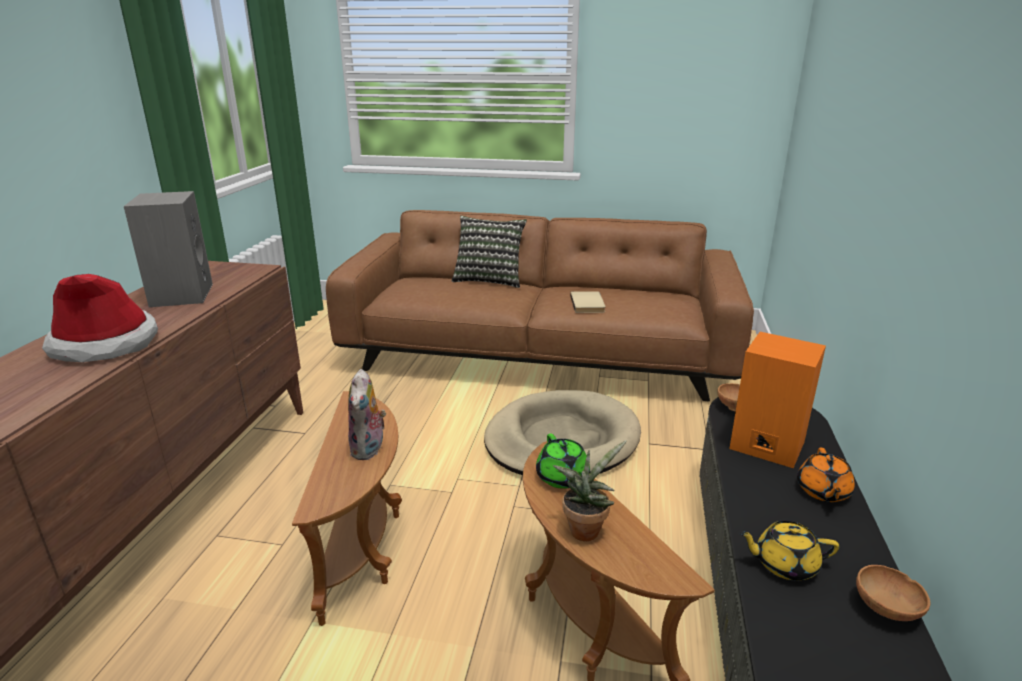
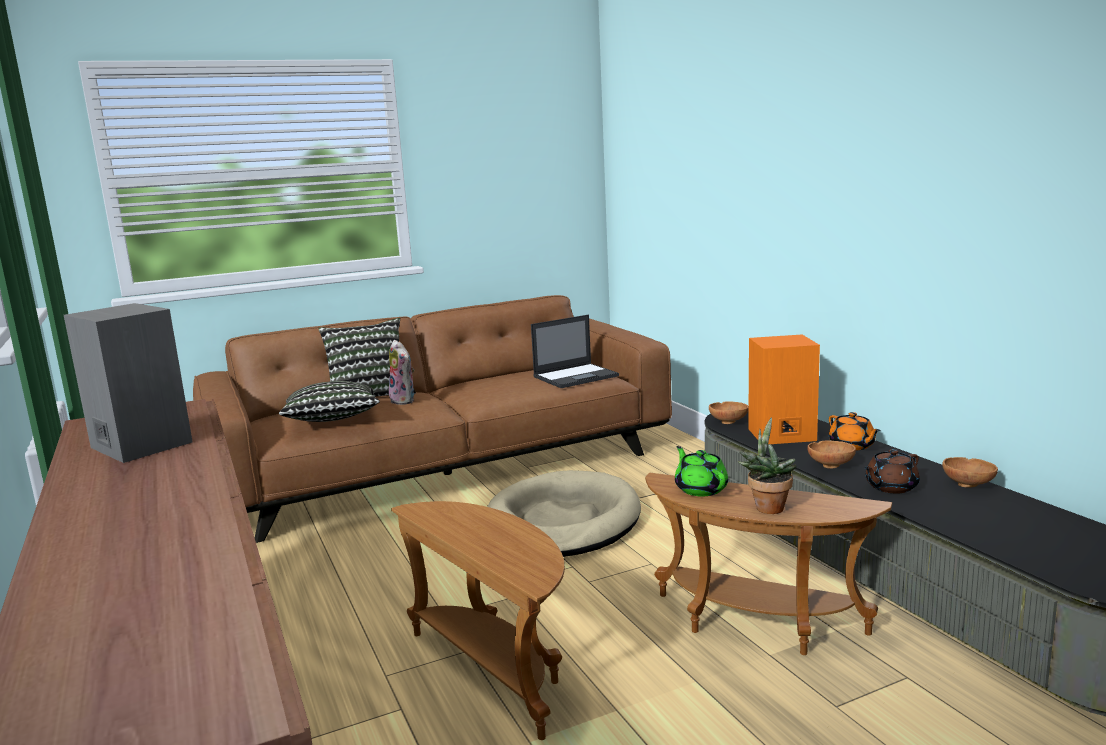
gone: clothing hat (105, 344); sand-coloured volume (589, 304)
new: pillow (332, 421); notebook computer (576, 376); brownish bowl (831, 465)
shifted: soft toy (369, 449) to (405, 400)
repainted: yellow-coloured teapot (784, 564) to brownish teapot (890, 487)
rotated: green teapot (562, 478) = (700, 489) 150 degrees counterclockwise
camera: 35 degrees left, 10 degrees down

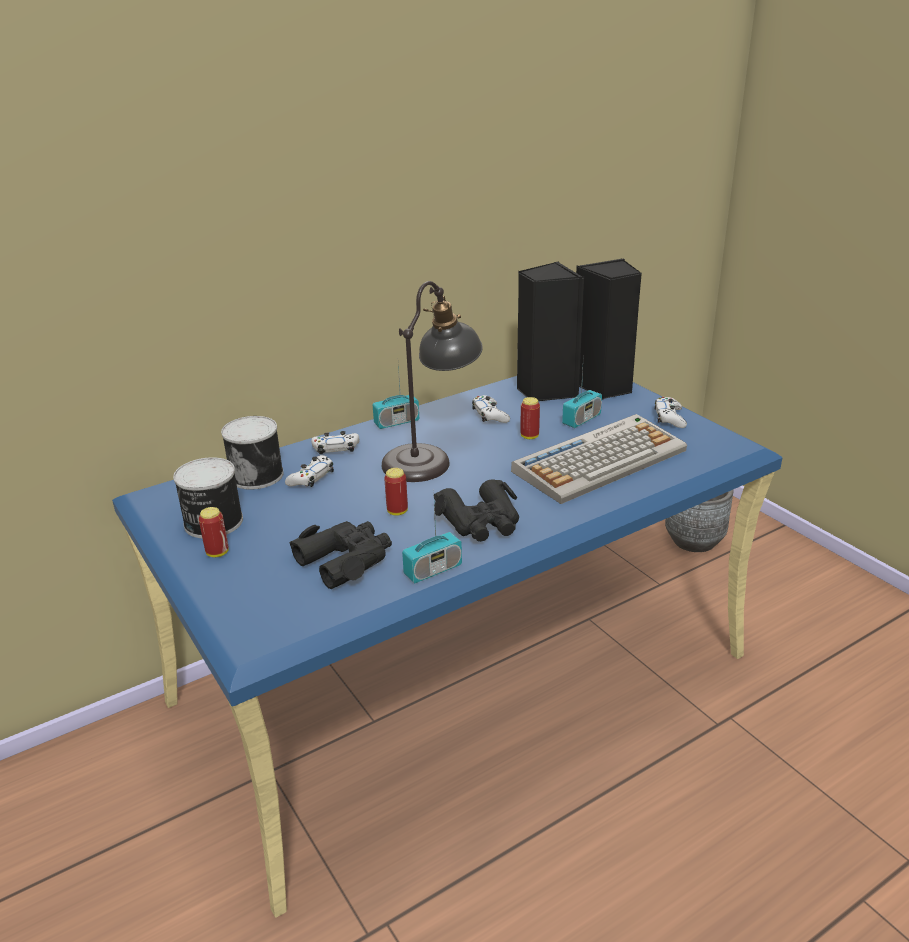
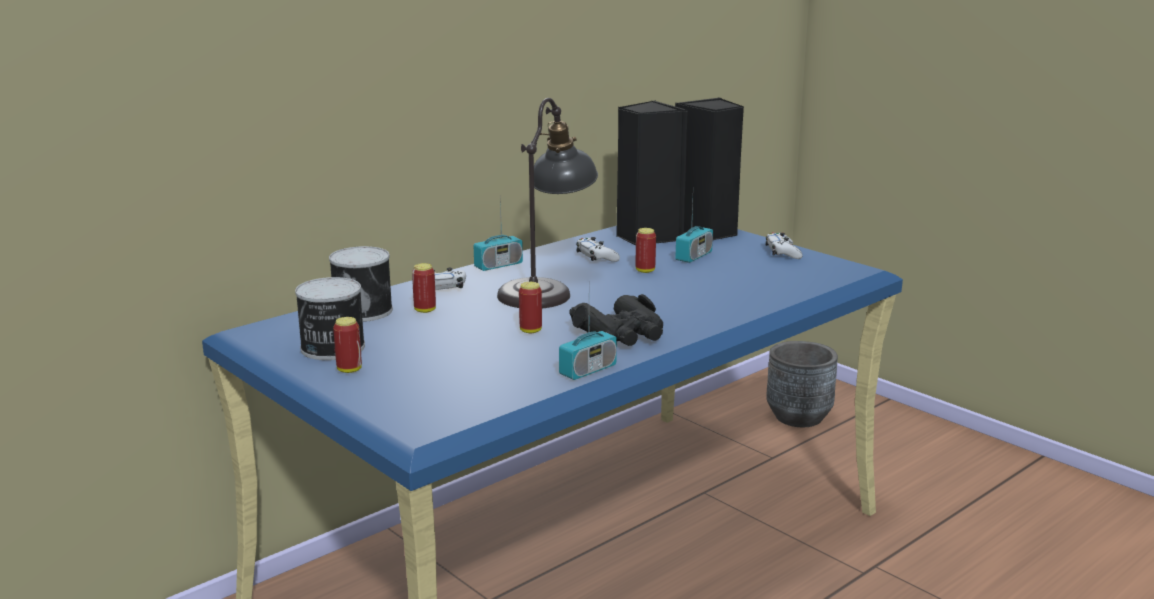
gone: black pair of binoculars (346, 560); computer keyboard (600, 460)
swapped: white gamepad (311, 478) to can (425, 310)
camera: 10 degrees left, 10 degrees down

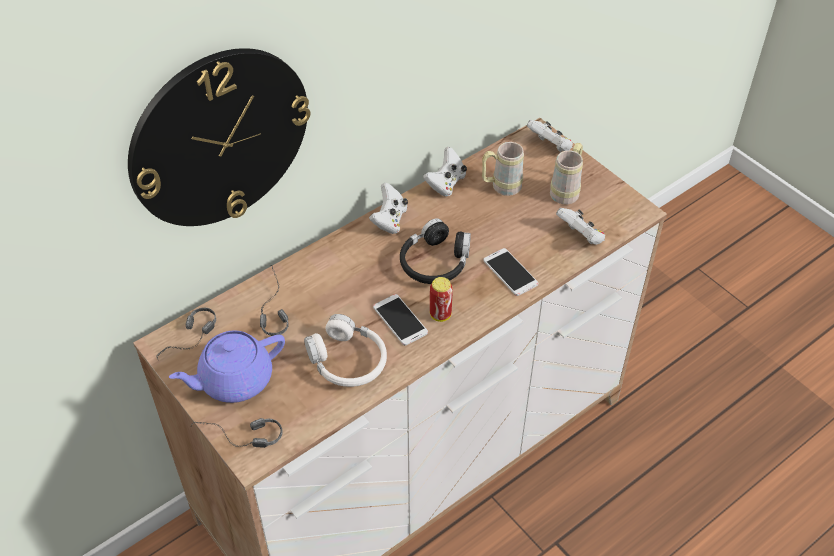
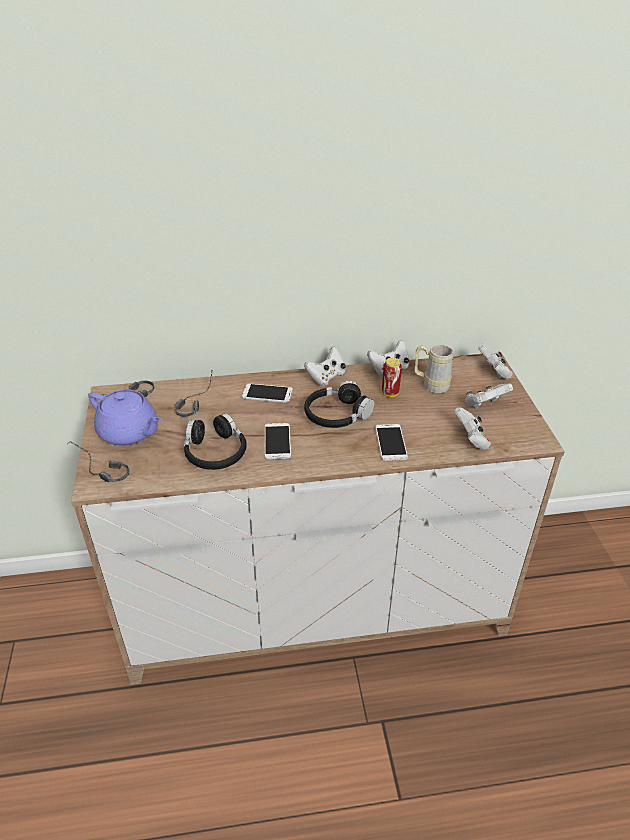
gone: hanging clock (219, 138)
new: handset (267, 393)
shifted: can (440, 314) to (390, 393)
swapped: sand-coloured coffee mug (567, 191) to white gamepad (484, 405)
repainted: white pair of headphones (347, 361) to black pair of headphones (215, 452)
rotated: purplish teapot (234, 380) = (129, 432) 150 degrees counterclockwise
camera: 30 degrees right, 10 degrees down

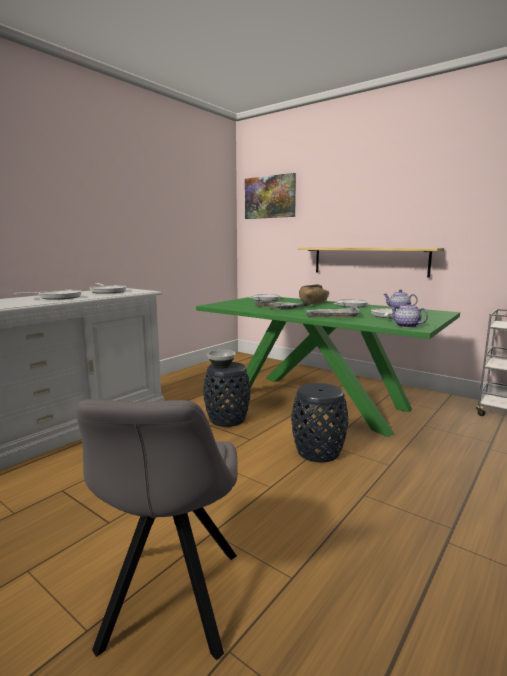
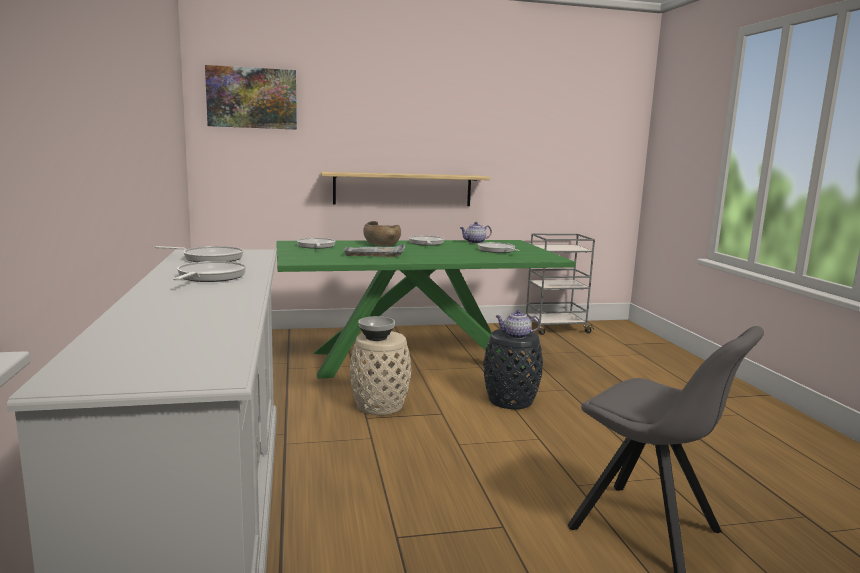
gone: grey tray (332, 314)
shifted: teapot (406, 326) to (516, 336)
repainted: black sitting stool (227, 419) to sand-coloured sitting stool (379, 406)
camera: 50 degrees left, 0 degrees up

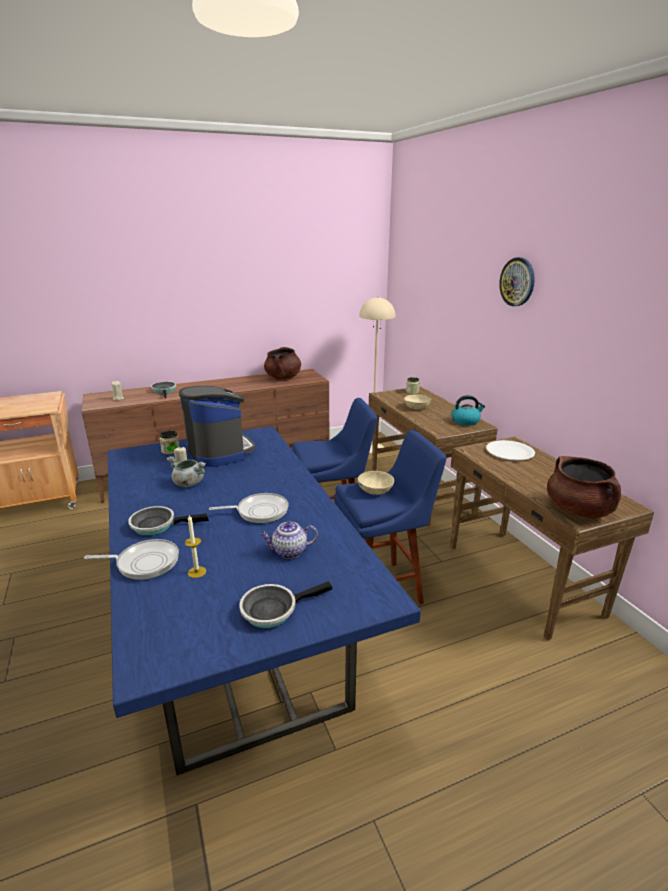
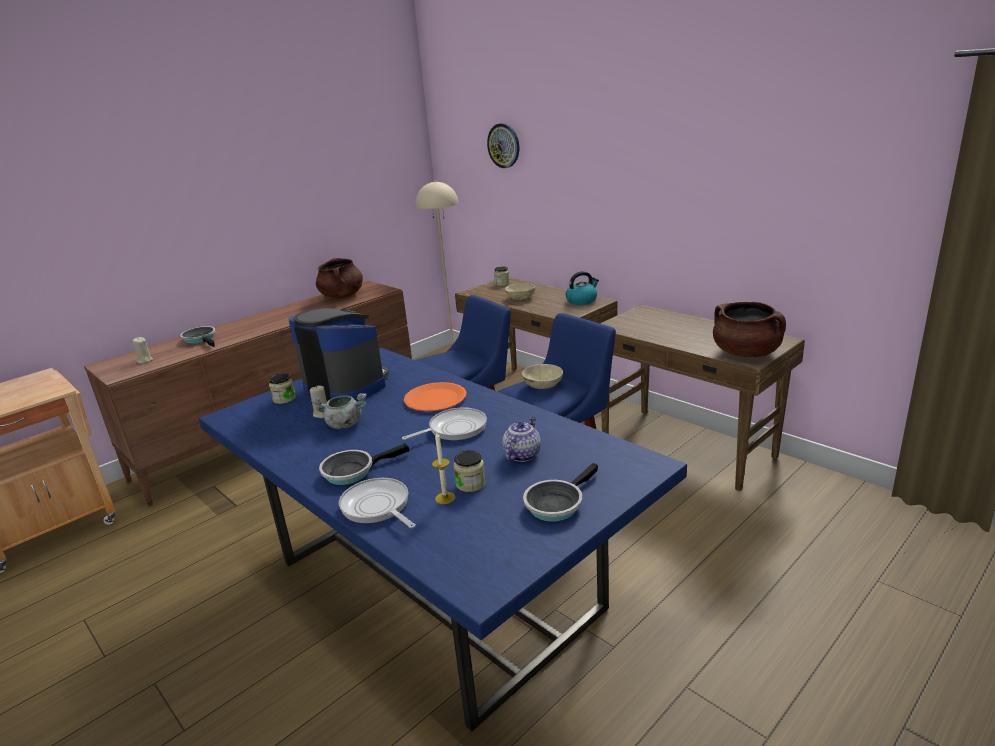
gone: white dinner plate (510, 452)
new: orange-coloured dinner plate (435, 399); storage jar (470, 484)
shifted: hanging clock (517, 282) to (504, 145)
rotated: frying pan (144, 562) = (377, 507) 105 degrees counterclockwise; teapot (289, 552) = (522, 454) 150 degrees clockwise
camera: 20 degrees left, 0 degrees up

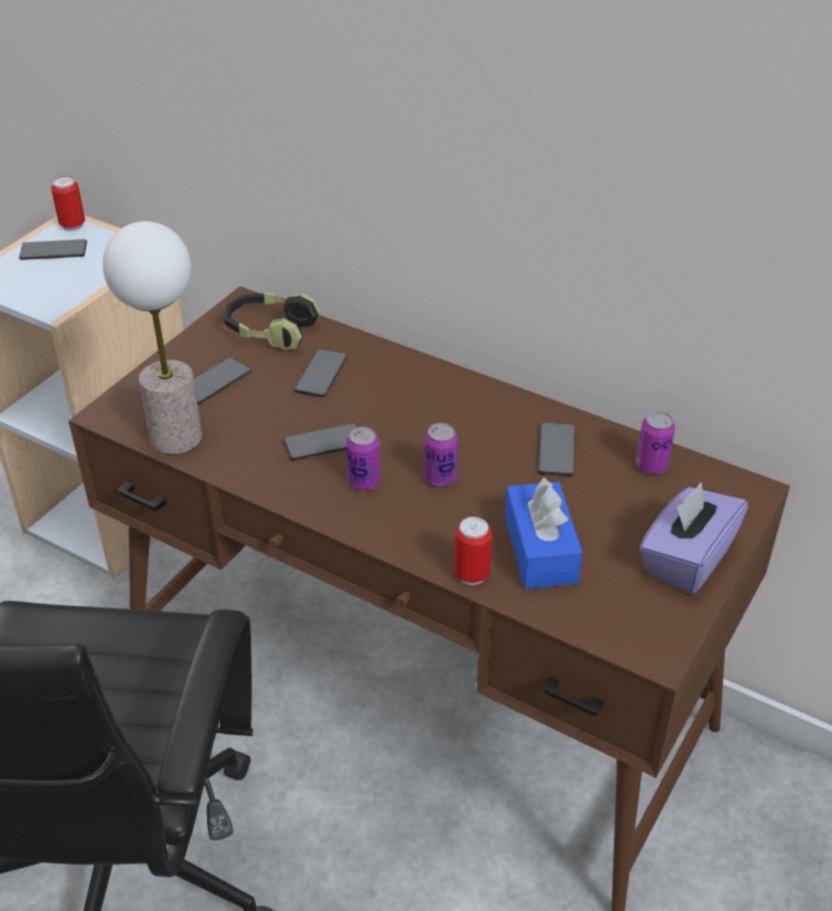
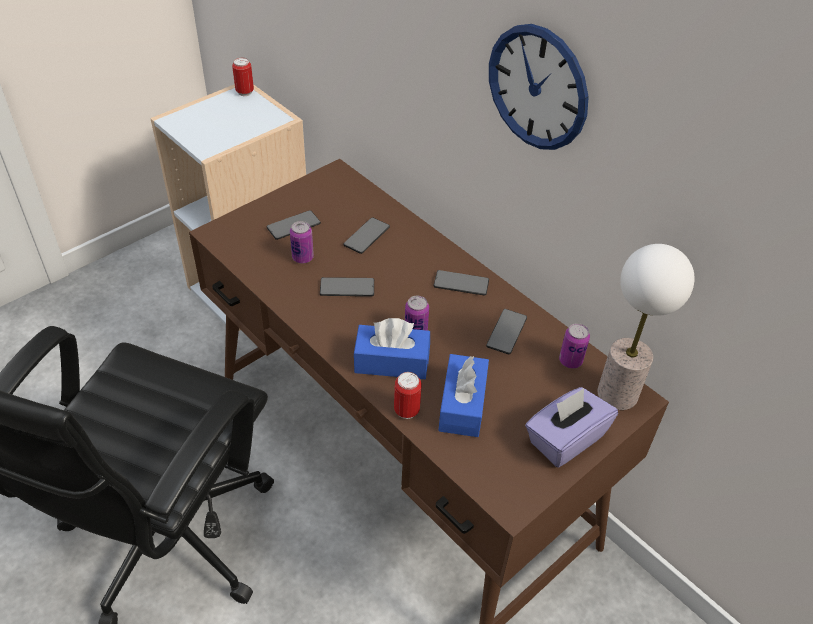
gone: pair of headphones (270, 332)
new: bluish tissue holder (391, 362); hanging clock (537, 88)
shifted: handset (53, 251) to (461, 284); lamp for a table (176, 438) to (617, 394); can (364, 482) to (302, 257)
camera: 15 degrees right, 5 degrees up

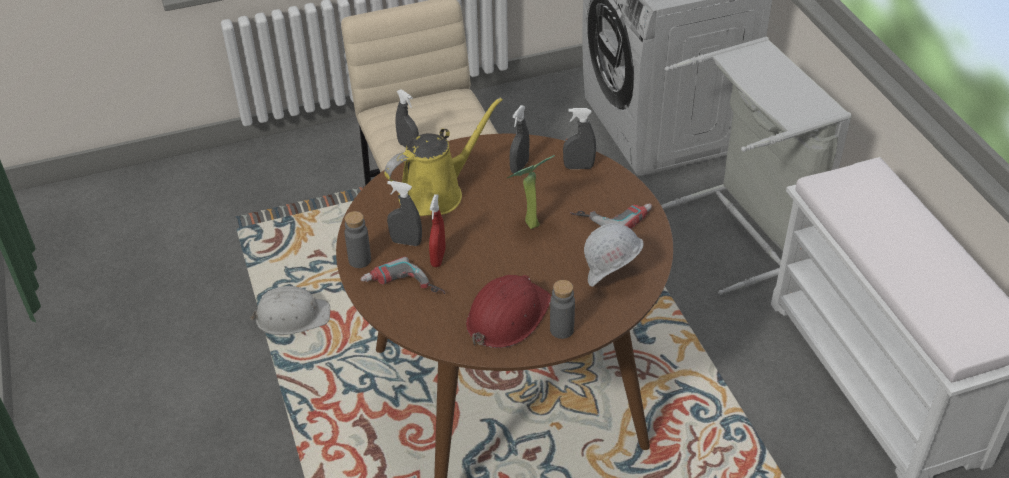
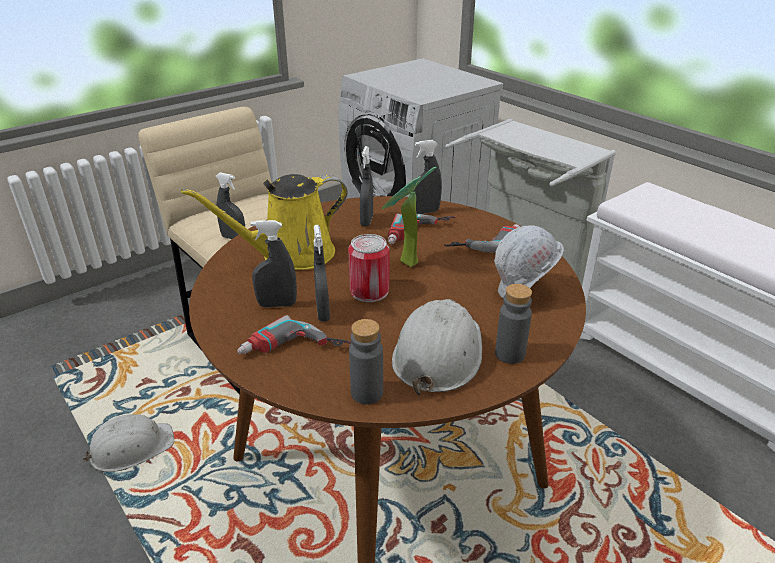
new: can (369, 291); electric drill (421, 234)
shifted: grey drink bottle (359, 260) to (367, 393)
repainted: reddish hand sprayer (438, 258) to grey hand sprayer (323, 312); reddish safety helmet (507, 316) to white safety helmet (438, 354)
rotated: yellow-coloured watering can (436, 193) = (291, 255) 150 degrees counterclockwise
camera: 20 degrees left, 10 degrees down

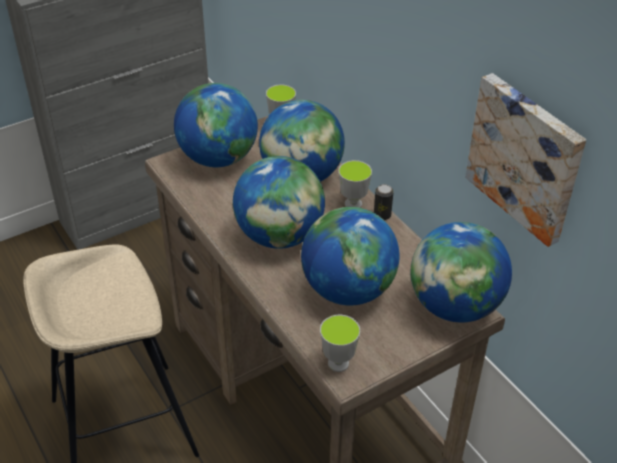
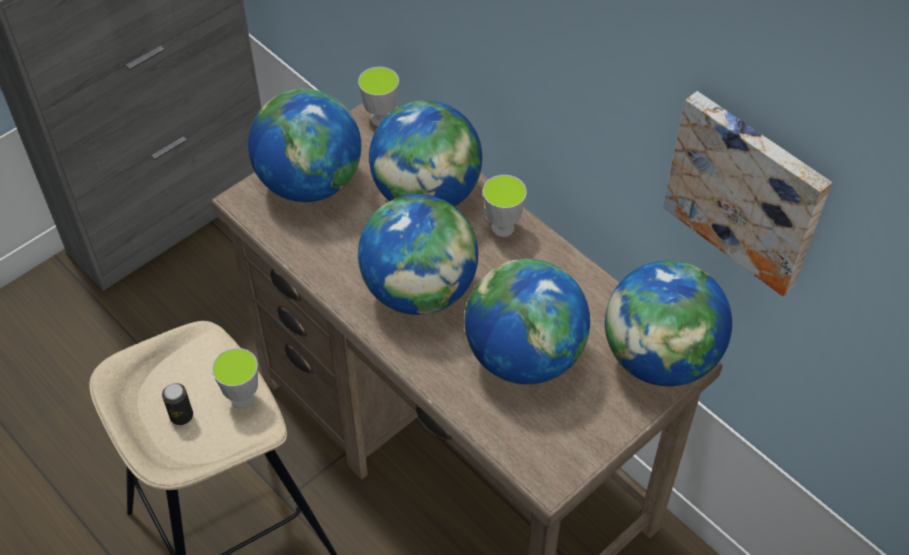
shifted: small cup (338, 363) to (242, 398); can (382, 215) to (181, 416)
camera: 10 degrees left, 10 degrees up

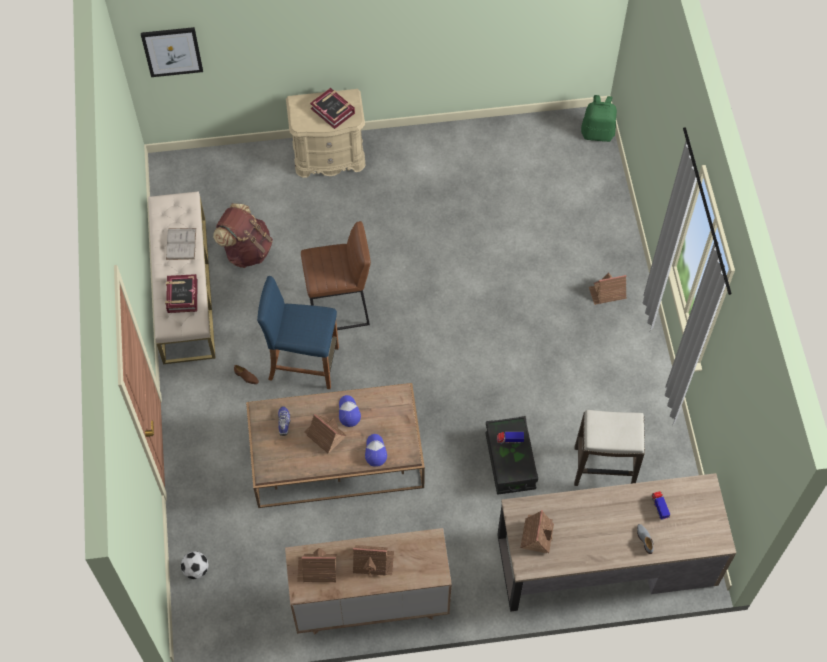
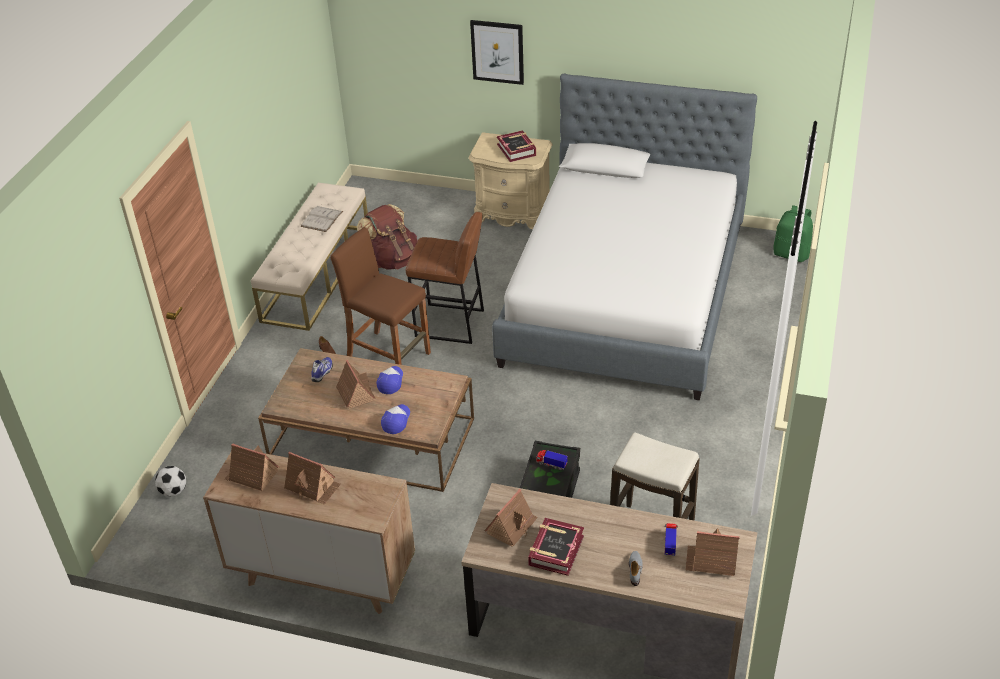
new: bed (625, 294)
shifted: wall picture (172, 51) to (497, 51); volume (182, 296) to (555, 550); miniature house (607, 292) to (711, 561)
repainted: bluish sitting stool (304, 363) to brownish sitting stool (389, 356)
camera: 25 degrees right, 20 degrees down

